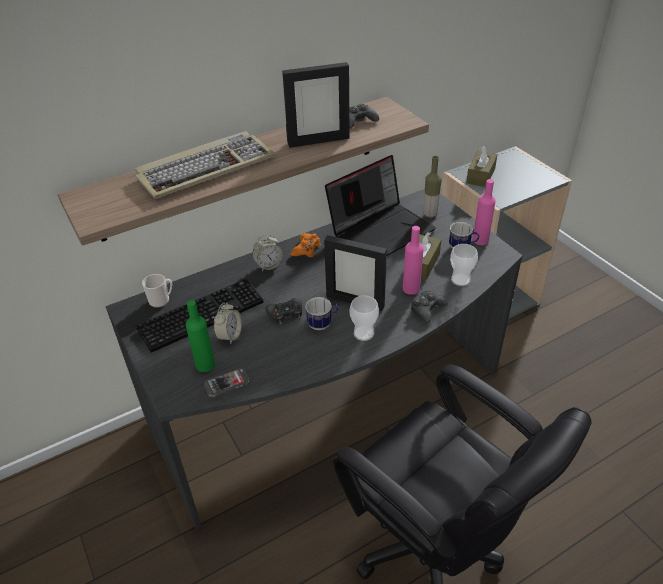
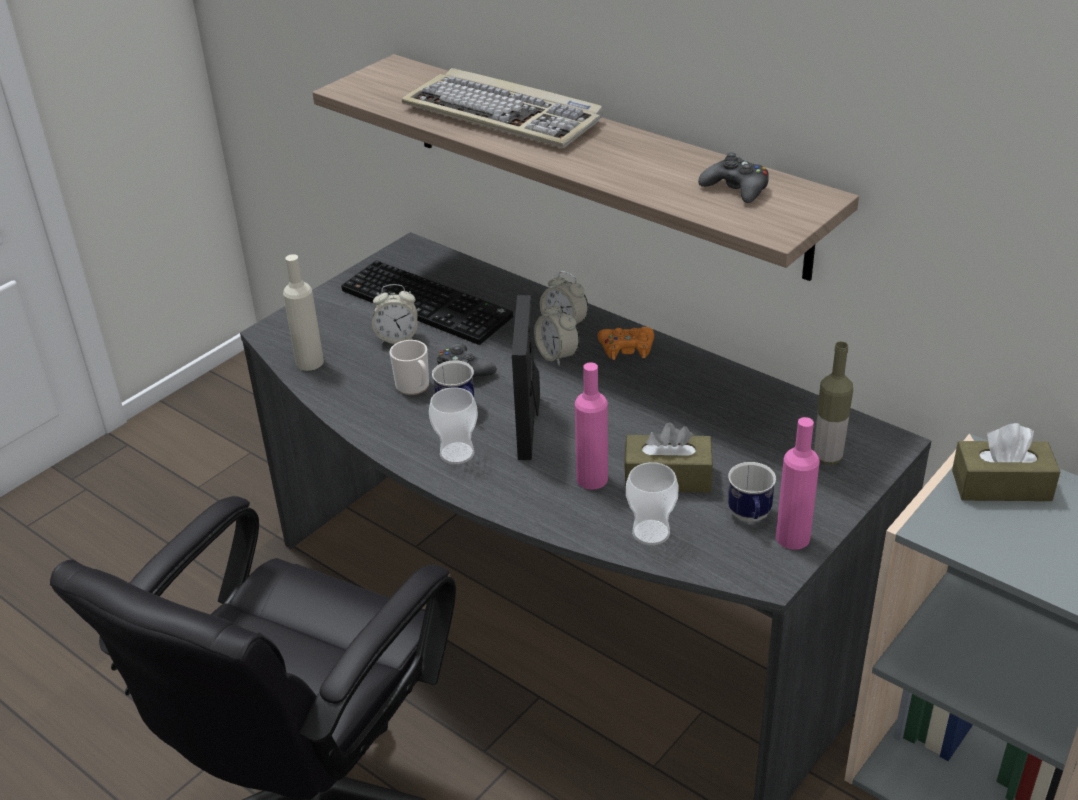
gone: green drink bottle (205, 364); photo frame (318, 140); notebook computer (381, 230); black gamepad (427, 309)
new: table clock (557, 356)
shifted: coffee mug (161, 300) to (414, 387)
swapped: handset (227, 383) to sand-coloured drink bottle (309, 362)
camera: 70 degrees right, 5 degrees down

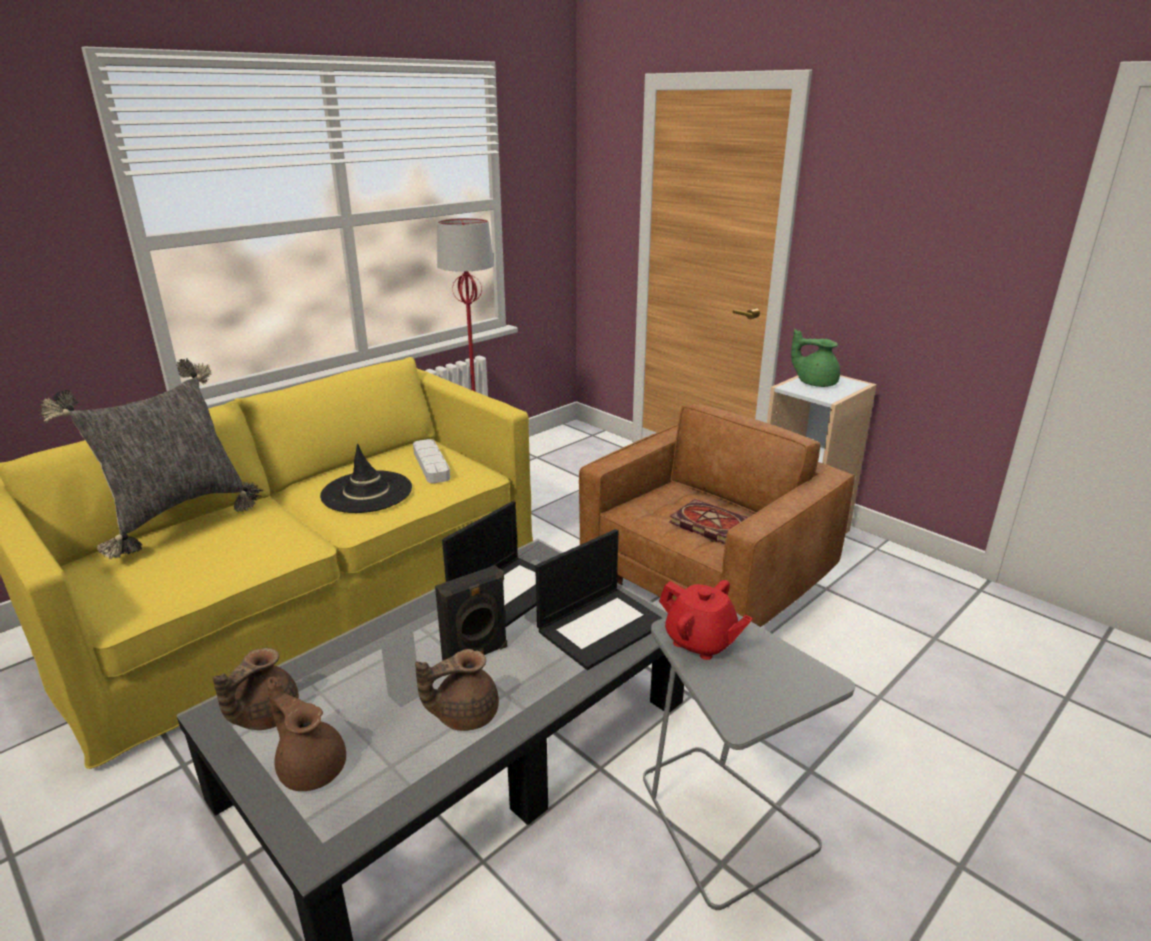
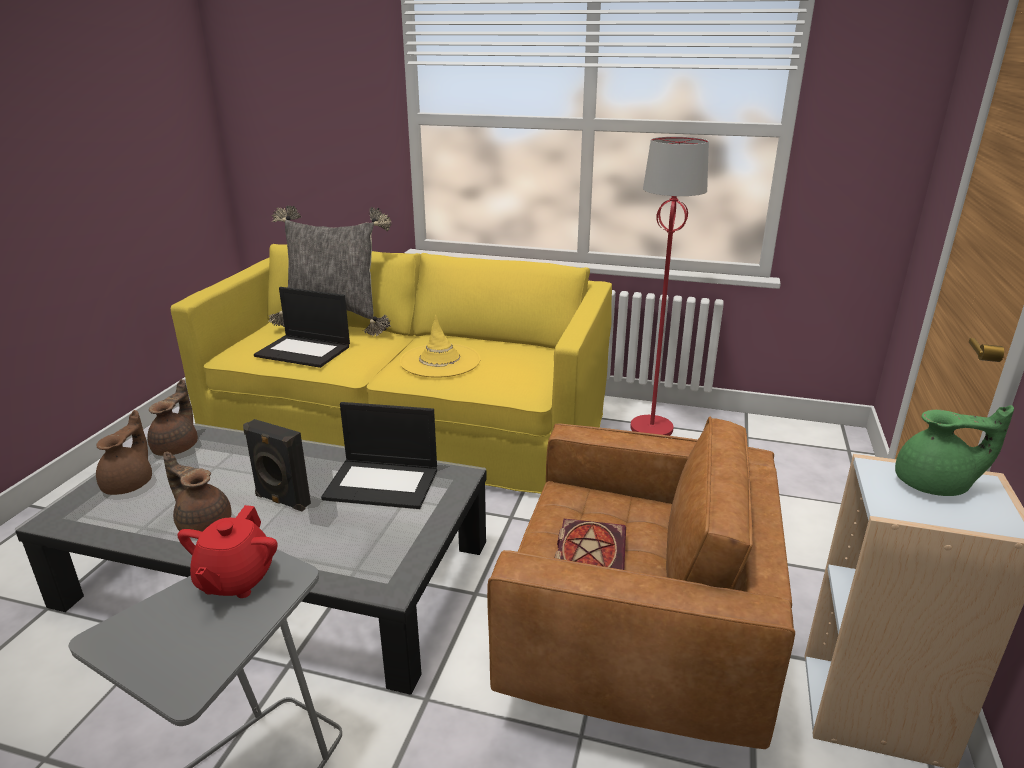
gone: grey tray (431, 465)
shifted: notebook computer (601, 626) to (304, 351)
repainted: black clothing hat (367, 492) to yellow-coloured clothing hat (440, 361)
rotated: brownish teapot (264, 716) = (177, 447) 105 degrees clockwise; green teapot (815, 383) = (935, 485) 105 degrees clockwise
camera: 60 degrees right, 0 degrees up

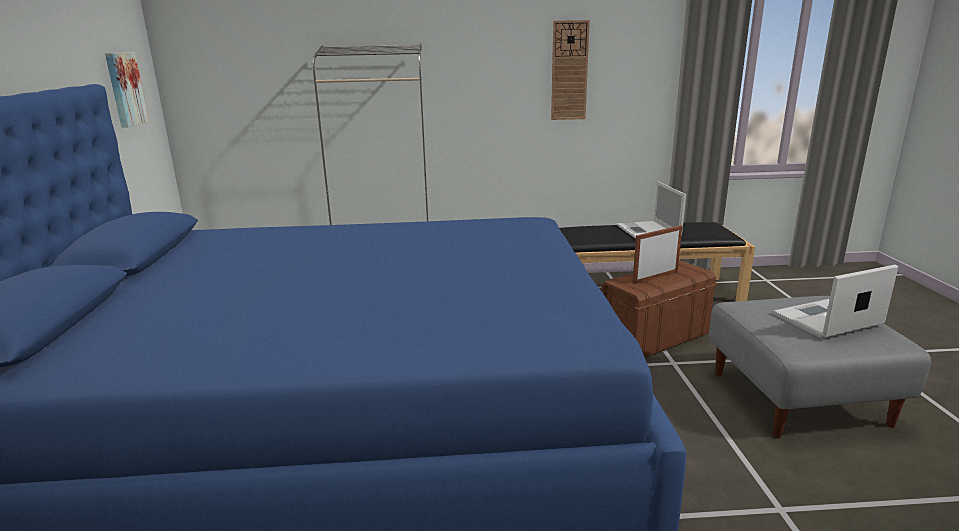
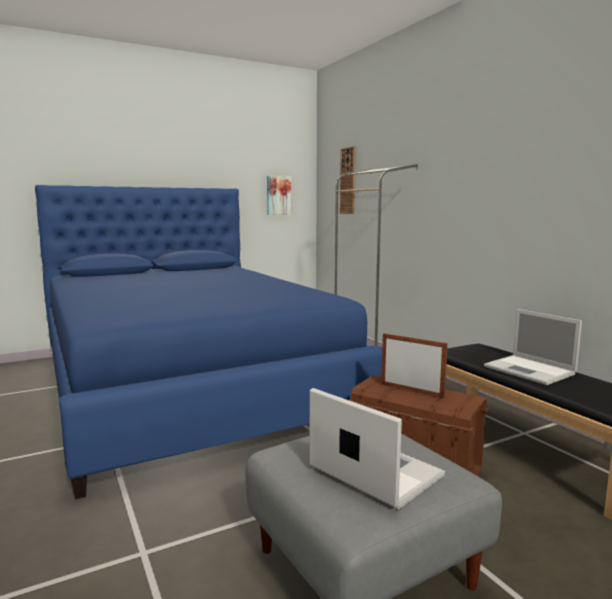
shifted: hanging clock (569, 71) to (348, 181)
rotated: notebook computer (648, 232) = (530, 370) 90 degrees counterclockwise
camera: 65 degrees right, 10 degrees down

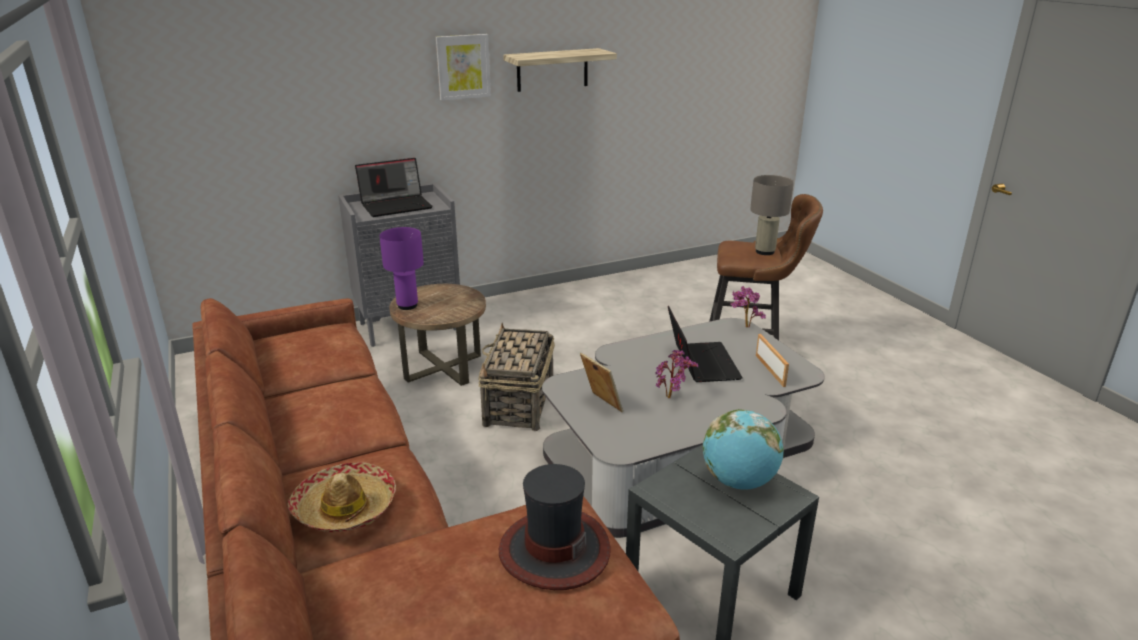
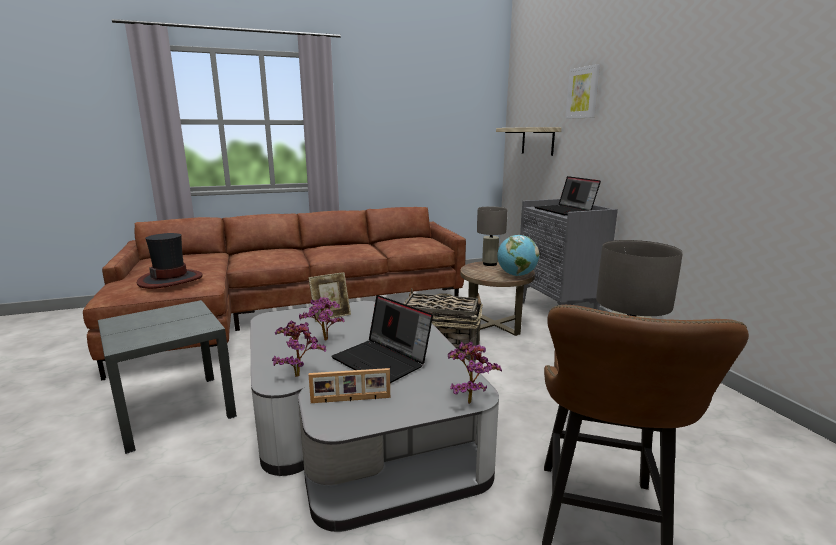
gone: clothing hat (345, 508)
new: plant in a pot (299, 374)
shifted: wall picture (463, 67) to (583, 93); bracket shelf (552, 70) to (537, 141); world globe (739, 481) to (516, 275)
repainted: purplish lamp for a table (407, 306) to grey lamp for a table (489, 264)
rotated: notebook computer (700, 363) = (383, 361) 45 degrees clockwise
camera: 95 degrees right, 10 degrees down

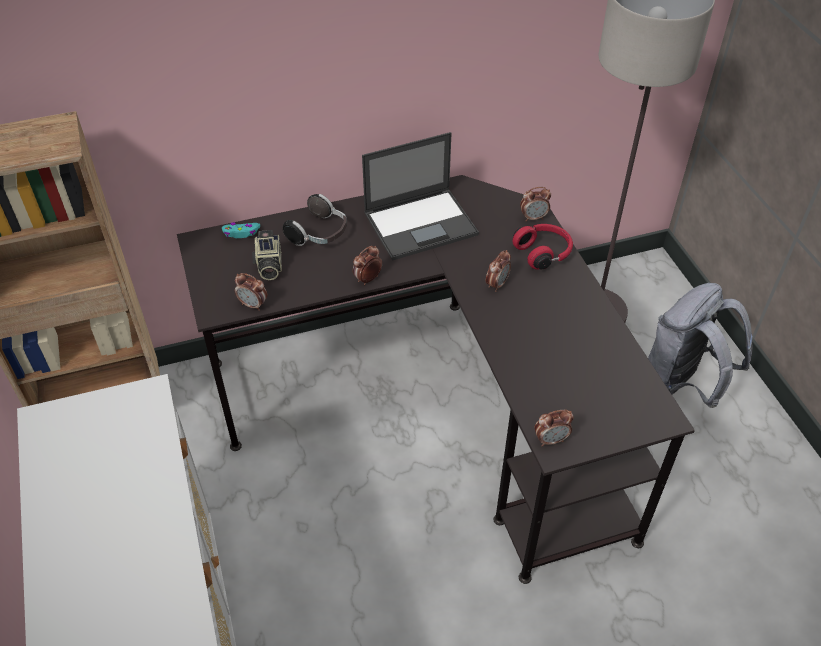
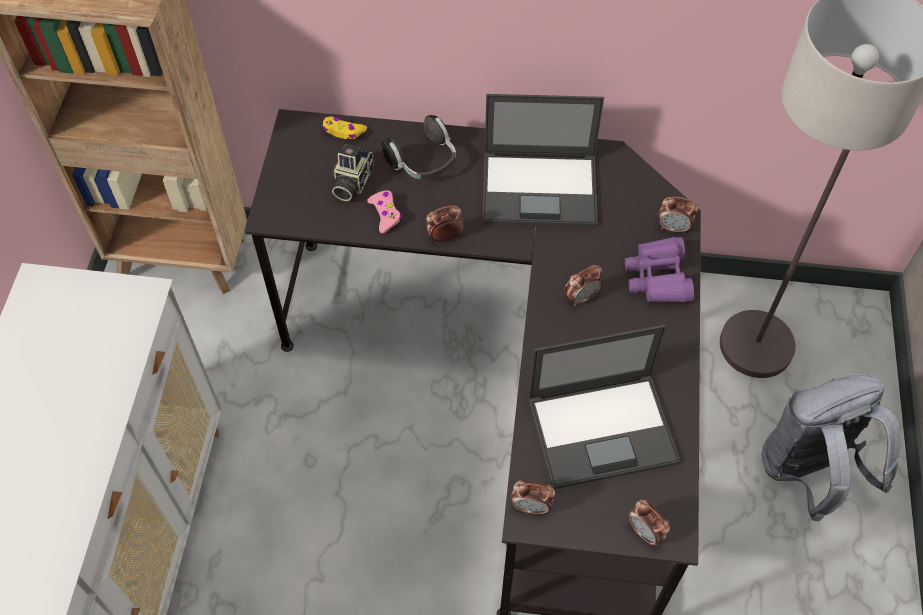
new: pink-coloured gamepad (385, 214); notebook computer (603, 429)
shifted: table clock (253, 305) to (645, 532)
swapped: reddish pair of headphones (543, 253) to purplish pair of binoculars (658, 277)
repainted: turquoise-coloured gamepad (241, 233) to yellow-coloured gamepad (343, 131)
camera: 25 degrees right, 10 degrees up

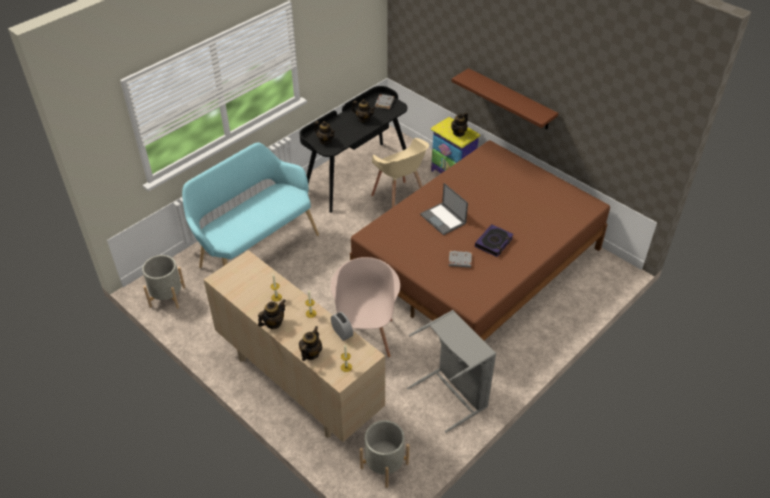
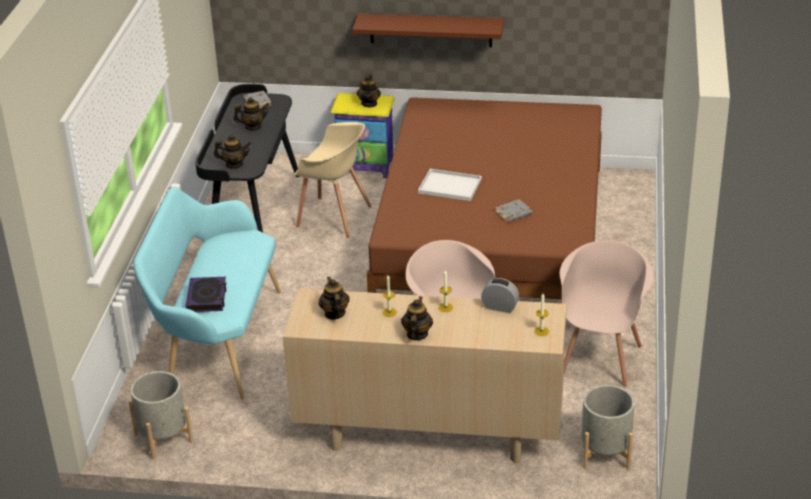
shifted: teapot (310, 353) to (334, 313); volume (494, 242) to (207, 298)
swapped: grey hamper (453, 394) to sand-coloured upright chair (601, 359); notebook computer (443, 219) to white tray (451, 186)
camera: 35 degrees left, 10 degrees down

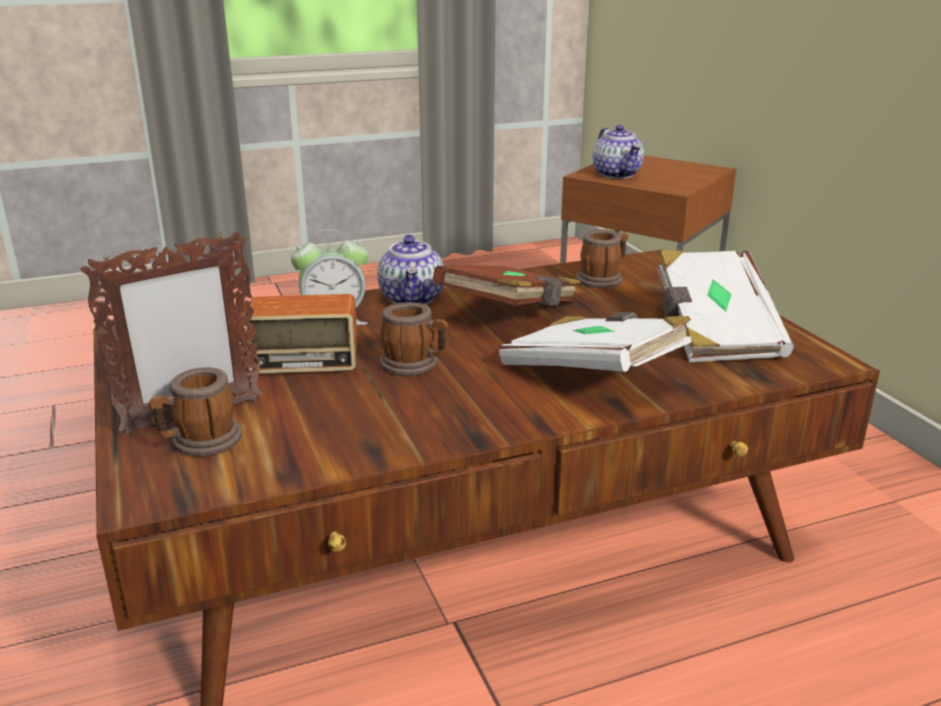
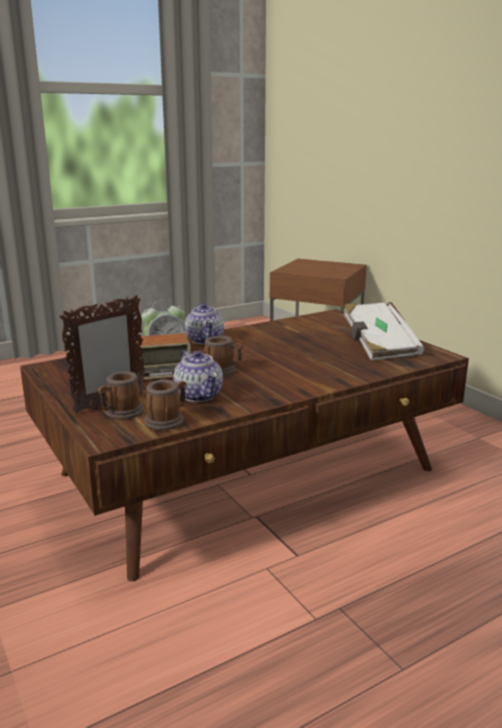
gone: brownish volume (511, 313); white volume (592, 374)
shifted: coffee mug (603, 279) to (167, 420); teapot (617, 174) to (199, 395)
camera: 10 degrees left, 5 degrees down

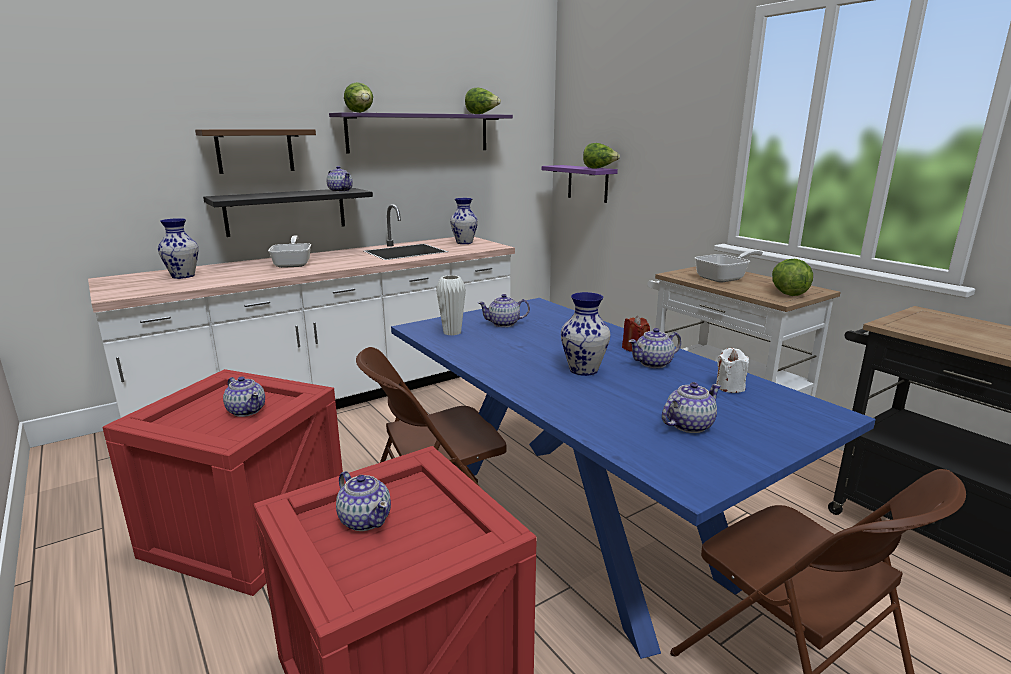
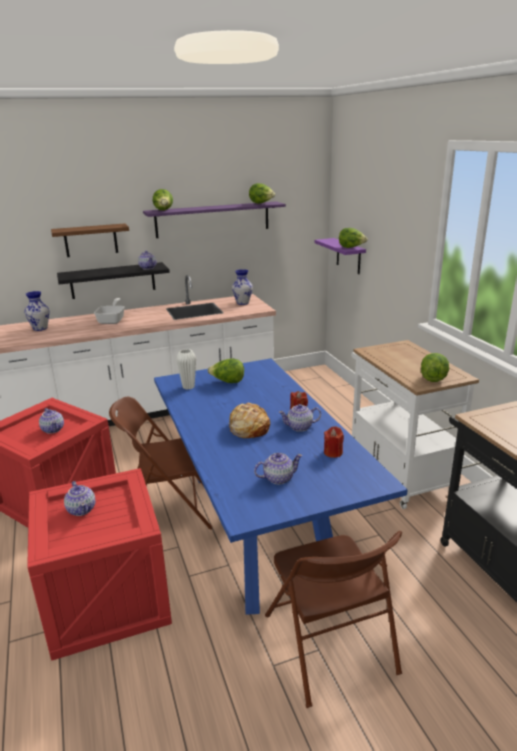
gone: frying pan (725, 278)
swapped: teapot (504, 324) to head of lettuce (227, 382); flower vase (583, 370) to bread (248, 428)
repainted: white wax light (730, 387) to reddish wax light (333, 452)
camera: 15 degrees right, 5 degrees up

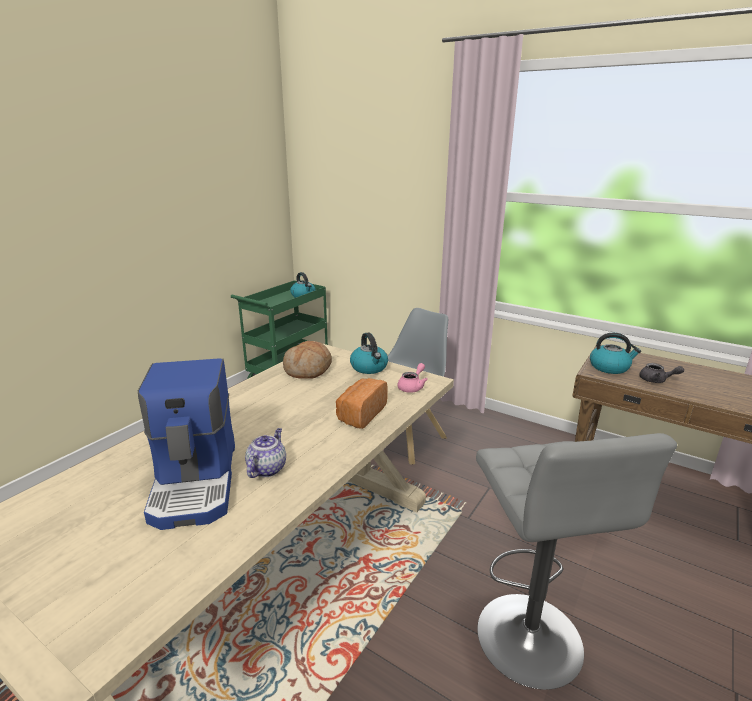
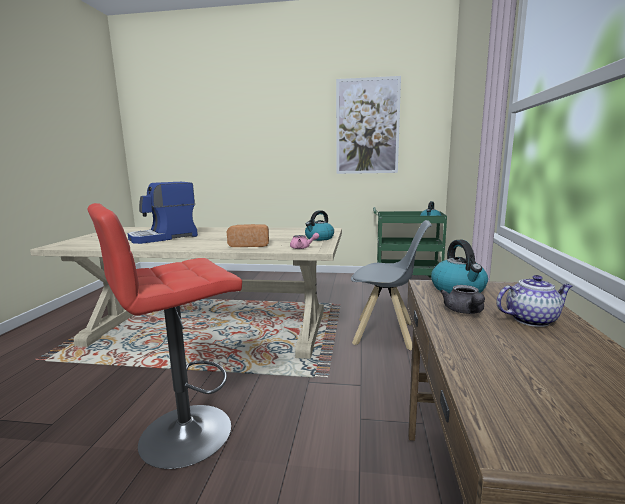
gone: bread (308, 369)
new: wall picture (367, 126)
shifted: teapot (267, 468) to (532, 320)
repainted: grey sitting stool (528, 639) to reddish sitting stool (185, 434)
camera: 65 degrees right, 10 degrees down

